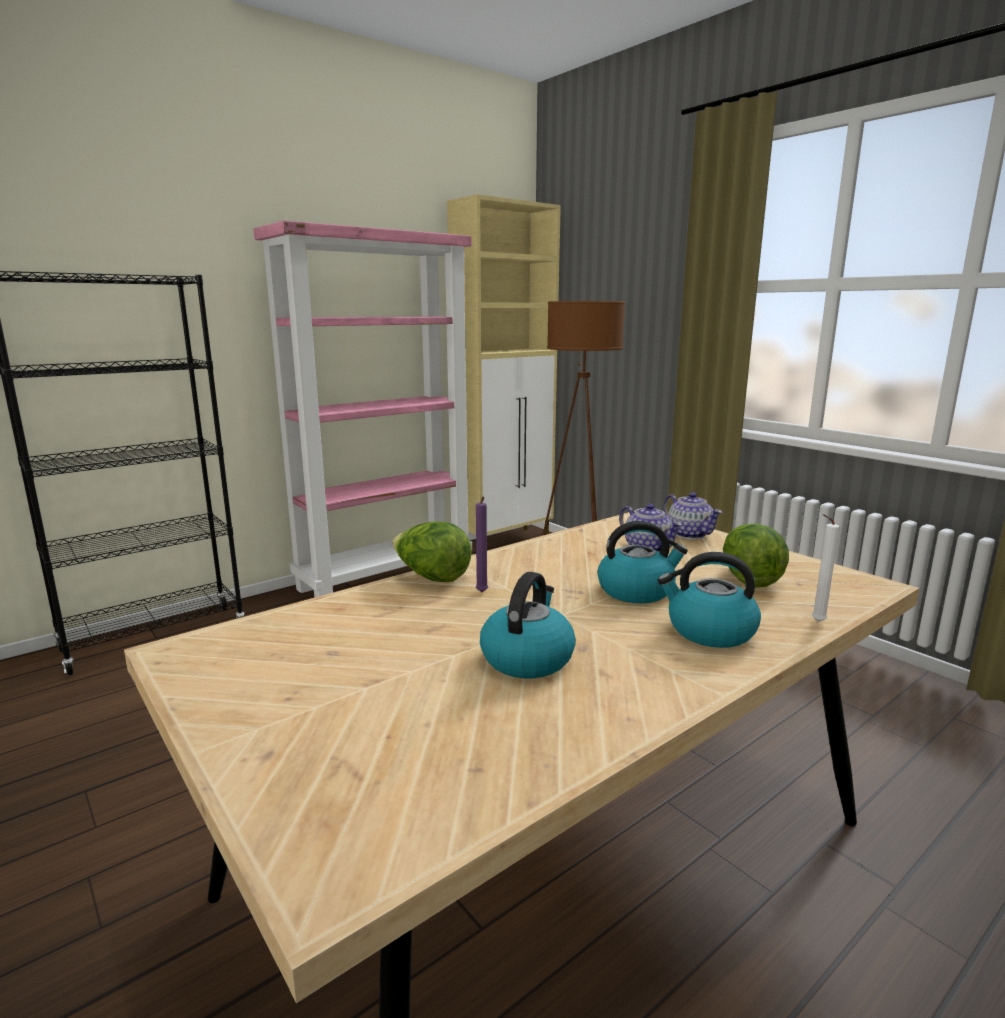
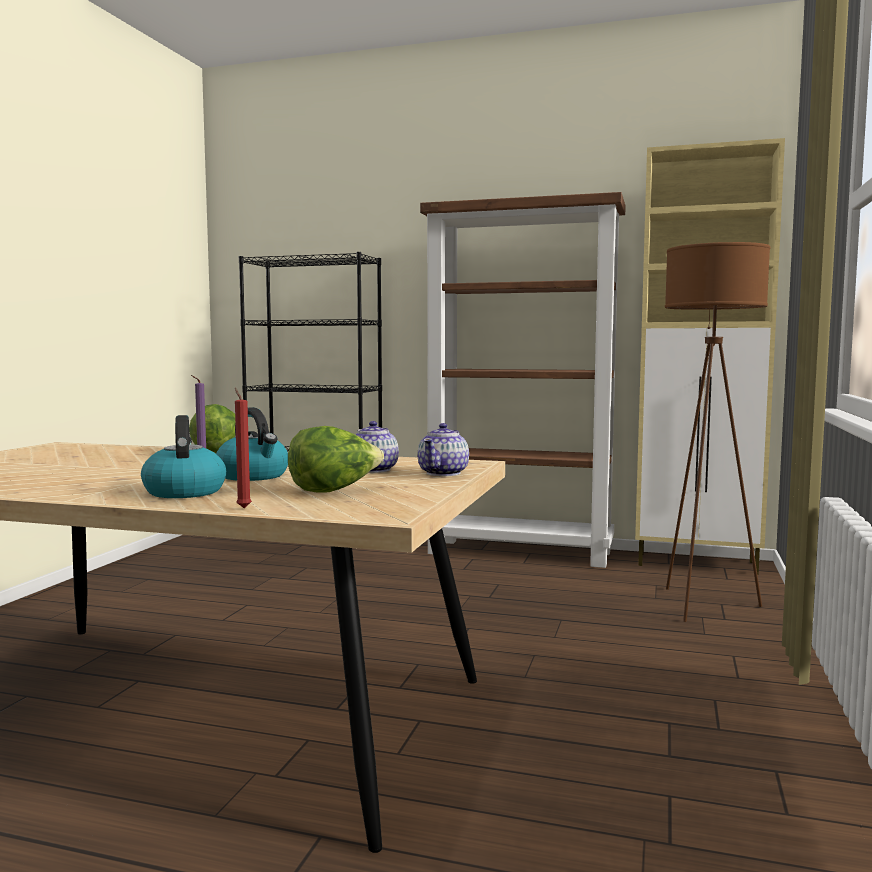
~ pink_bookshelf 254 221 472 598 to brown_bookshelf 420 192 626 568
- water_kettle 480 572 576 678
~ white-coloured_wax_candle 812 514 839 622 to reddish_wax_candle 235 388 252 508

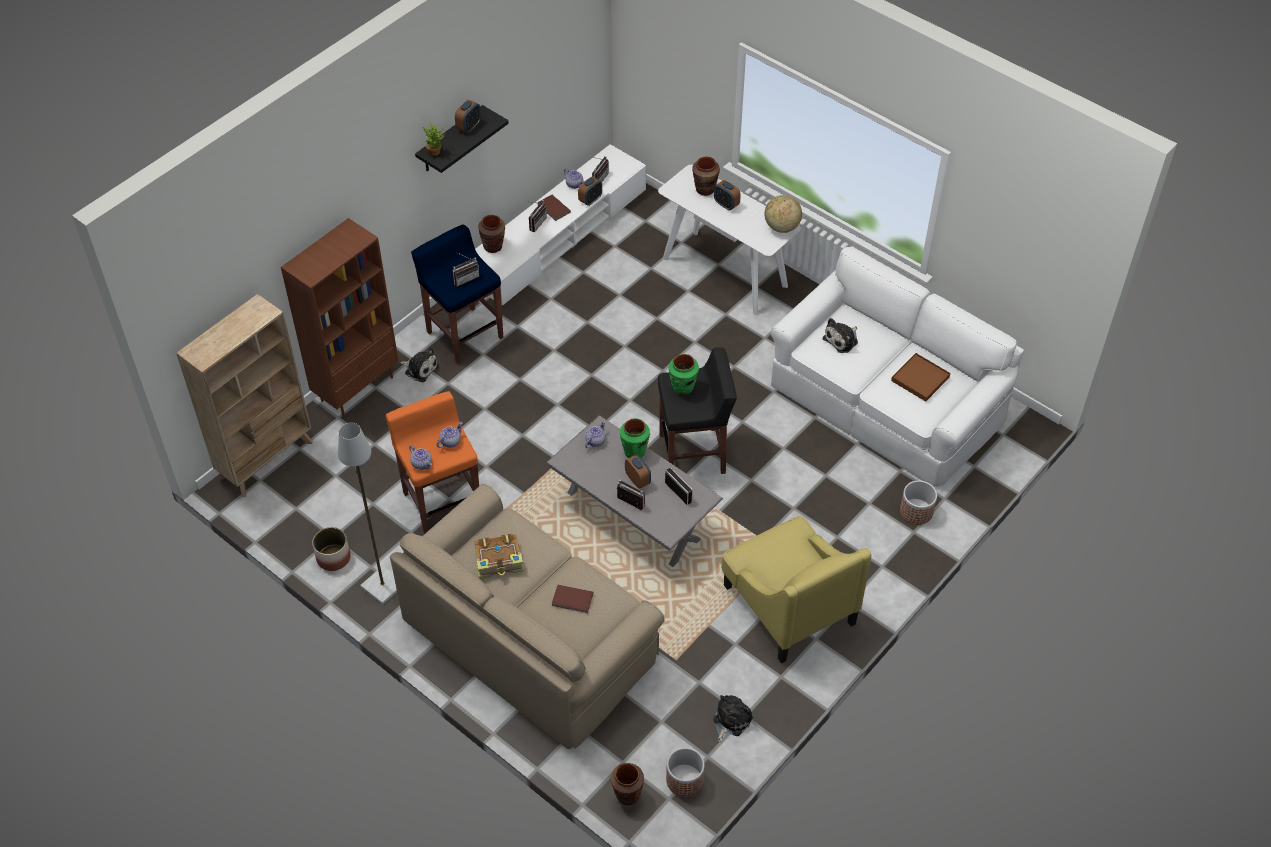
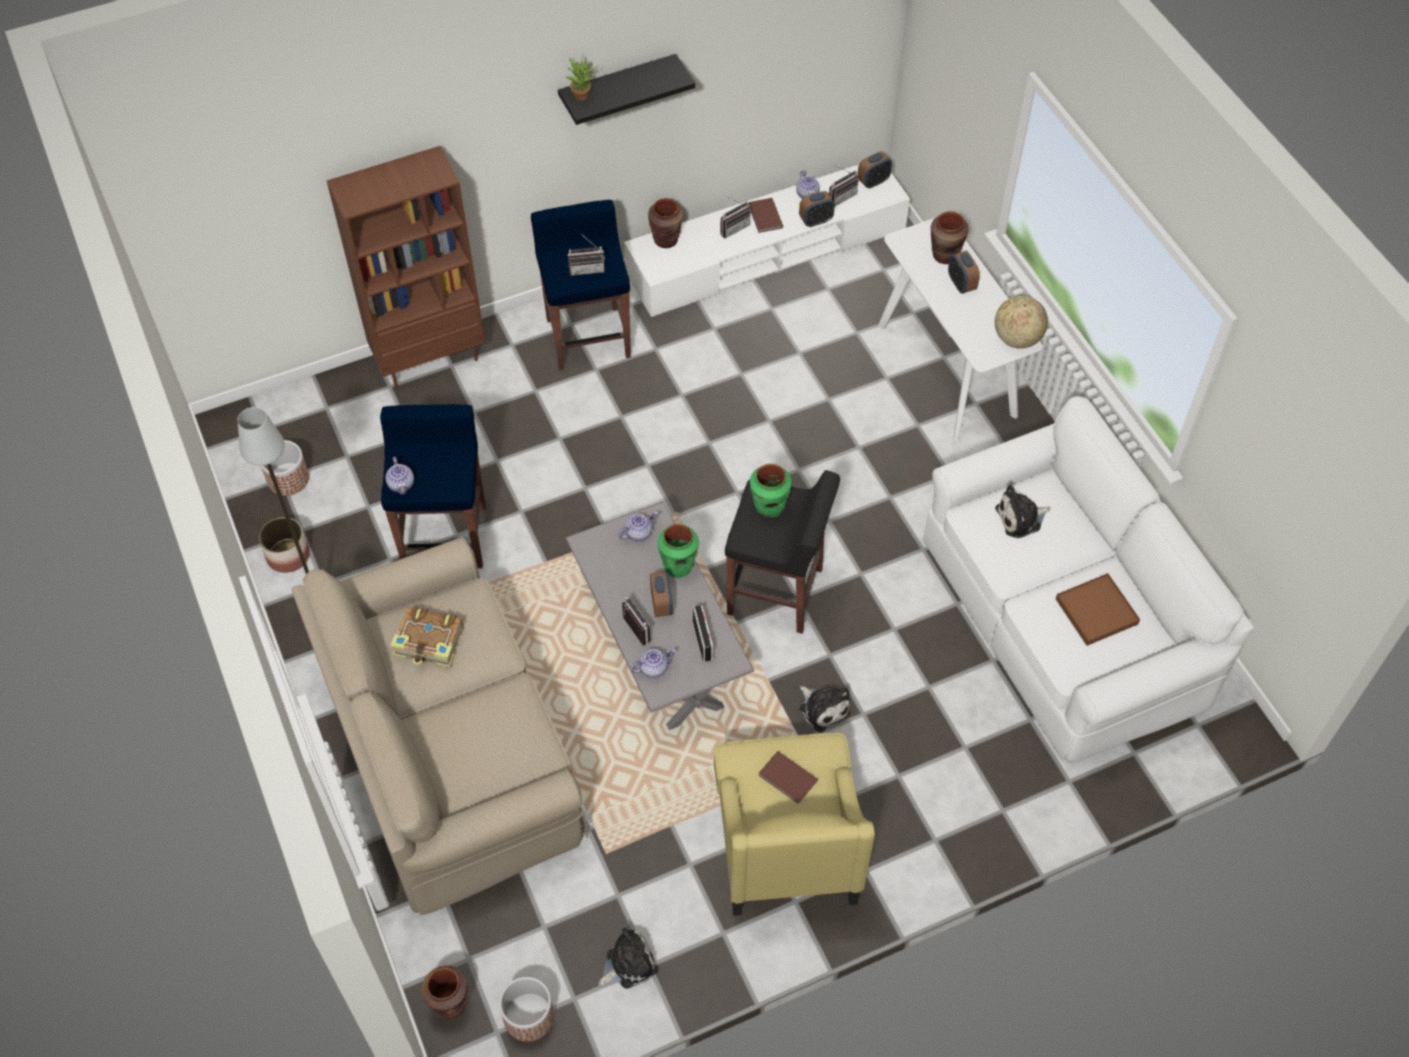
- sand-coloured_bookshelf 176 294 312 497
~ orange-coloured_sitting_stool 386 391 479 534 to blue-coloured_sitting_stool 380 404 486 568
~ plush_toy 400 347 439 382 to 800 686 851 733
~ teapot 436 422 463 448 to 630 649 676 678
~ alarm_clock 455 100 481 133 to 857 151 892 188
~ brown_volume 552 585 594 613 to 758 751 818 804
~ flower_pot 900 480 937 525 to 261 440 309 496

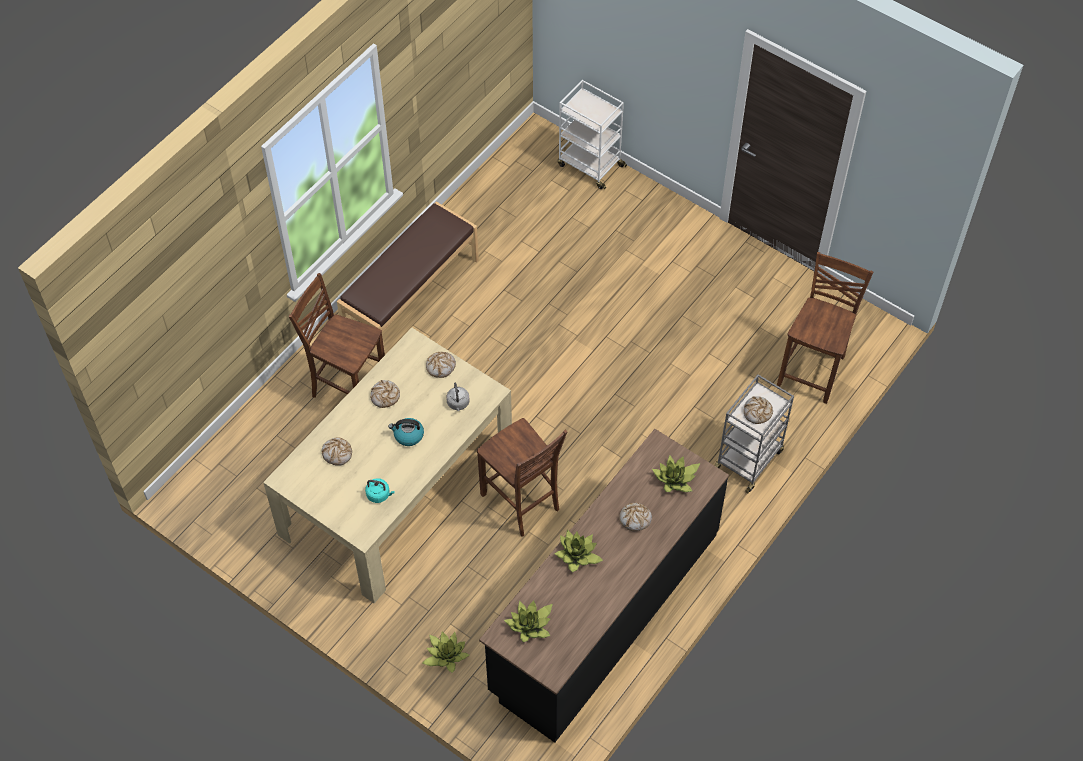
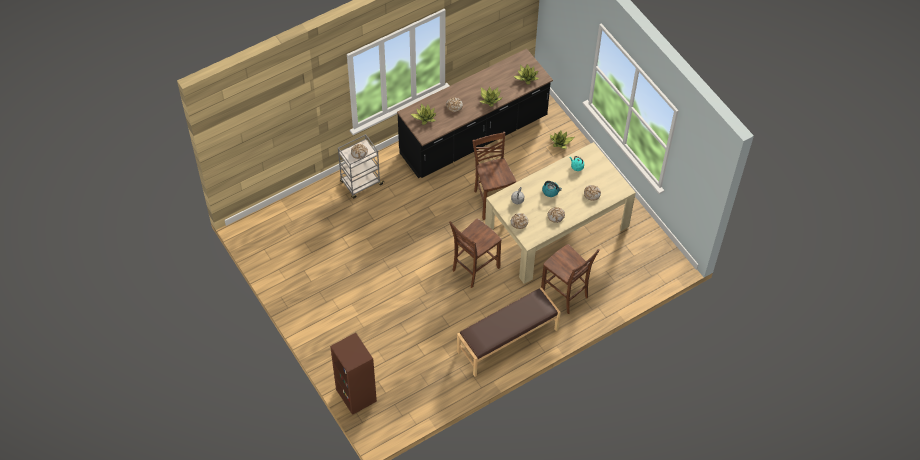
~ white-coloured_trolley 557 80 627 190 to brown_bookshelf 330 333 377 415
~ brown_upright_chair 777 252 873 404 to 449 219 502 288

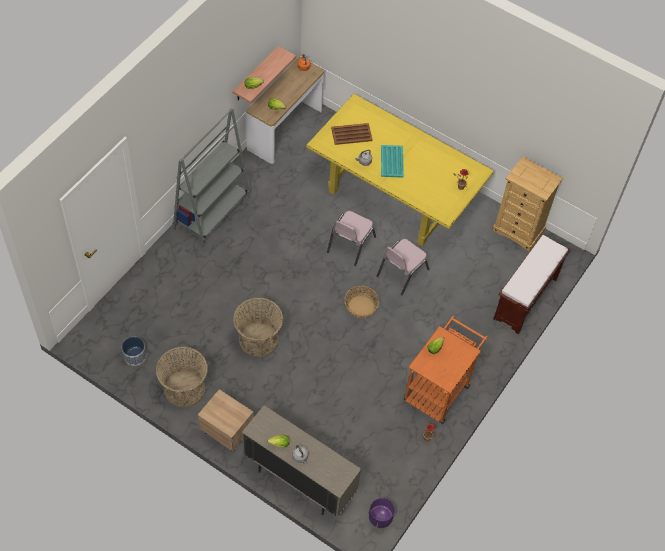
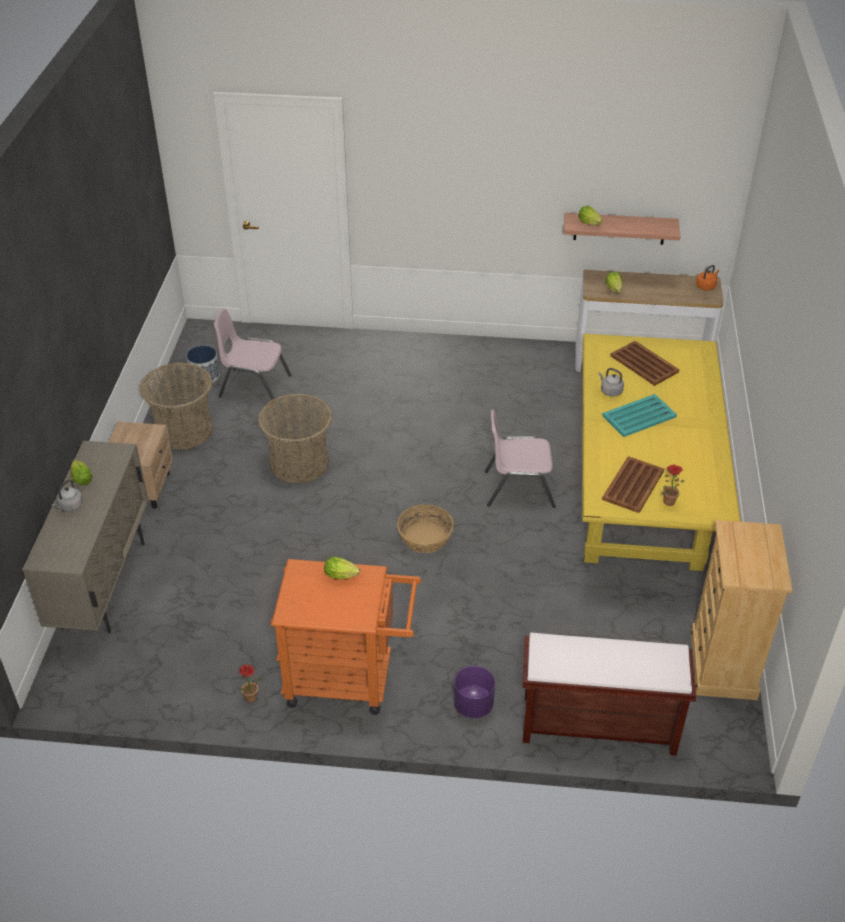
- gray_bookshelf 173 108 251 247
~ purple-coloured_flower_pot 369 498 395 528 to 454 666 495 718
~ pink_upright_chair 376 239 429 295 to 214 308 292 400
+ brown_carrying_tray 602 456 664 513

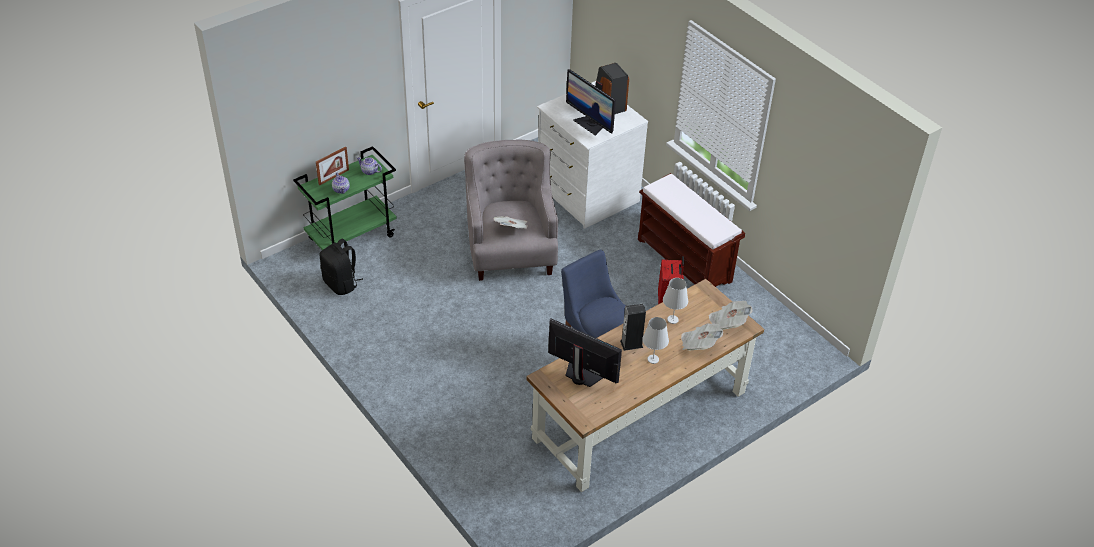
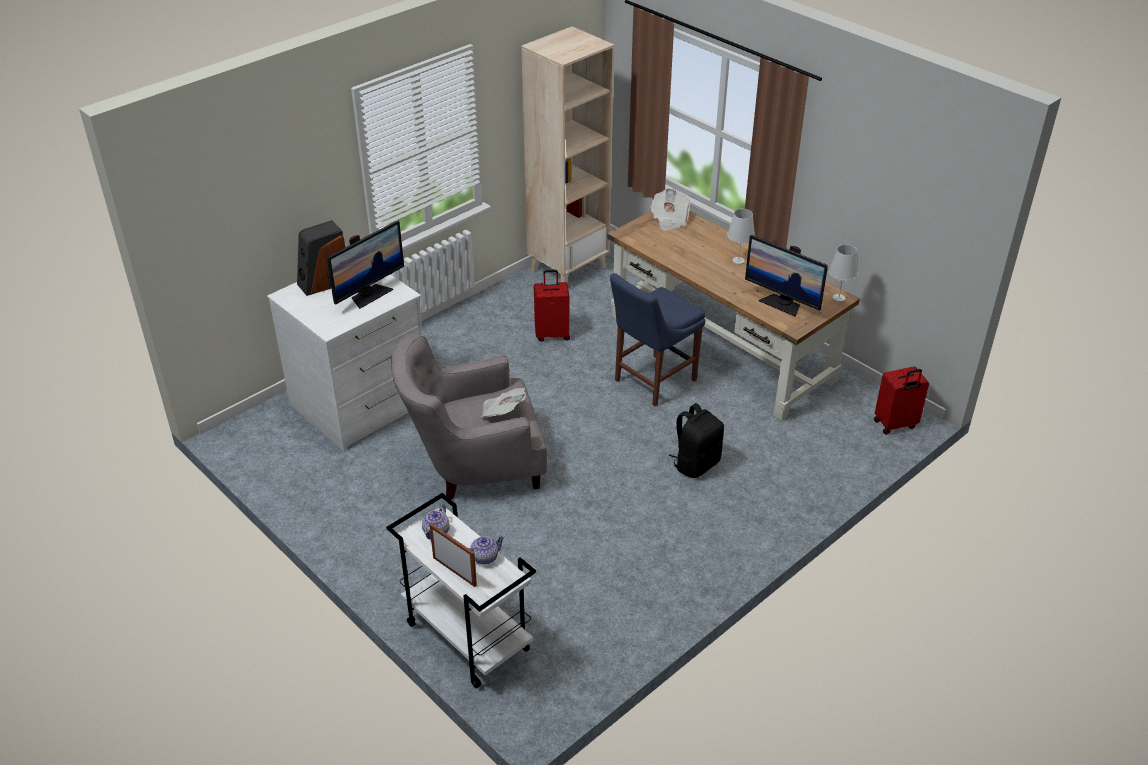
~ green-coloured_trolley 293 146 397 250 to white-coloured_trolley 386 493 536 688
~ black-coloured_knapsack 320 239 363 295 to 669 403 724 478
~ computer_display 548 318 622 387 = 745 235 828 317 75 degrees counterclockwise
- loudspeaker 620 304 646 351
- brown_bench 638 173 745 287
~ white-coloured_lamp_for_a_table 663 278 688 324 to 829 245 858 302
- printed_paper 681 323 723 350
+ sand-coloured_bookshelf 521 26 614 282
+ reddish_travel_case 874 366 929 435

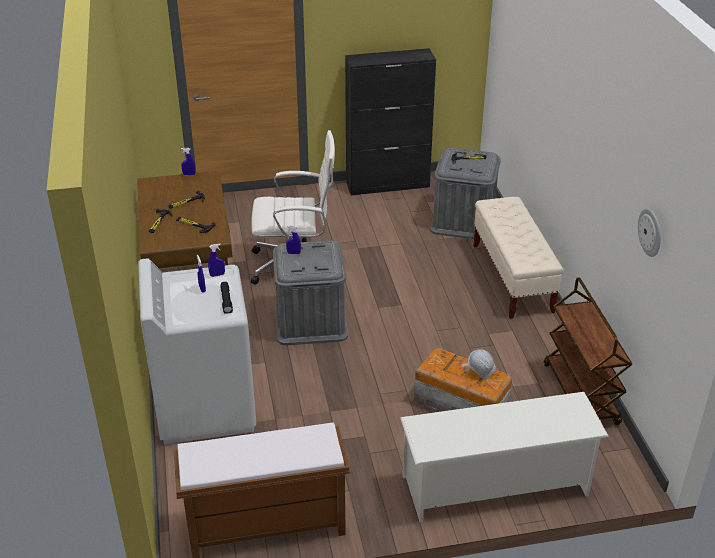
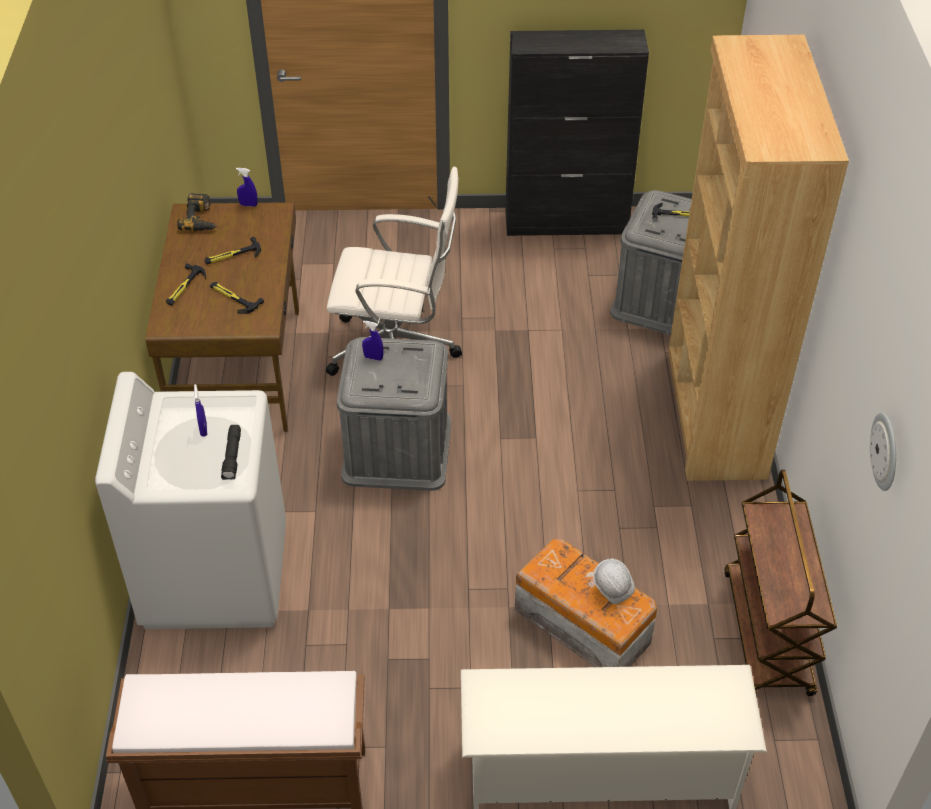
- blue-coloured_hand_sprayer 208 244 225 277
~ sand-coloured_bench 473 197 564 319 to brown_bookshelf 668 35 849 481
+ electric_drill 177 193 218 231

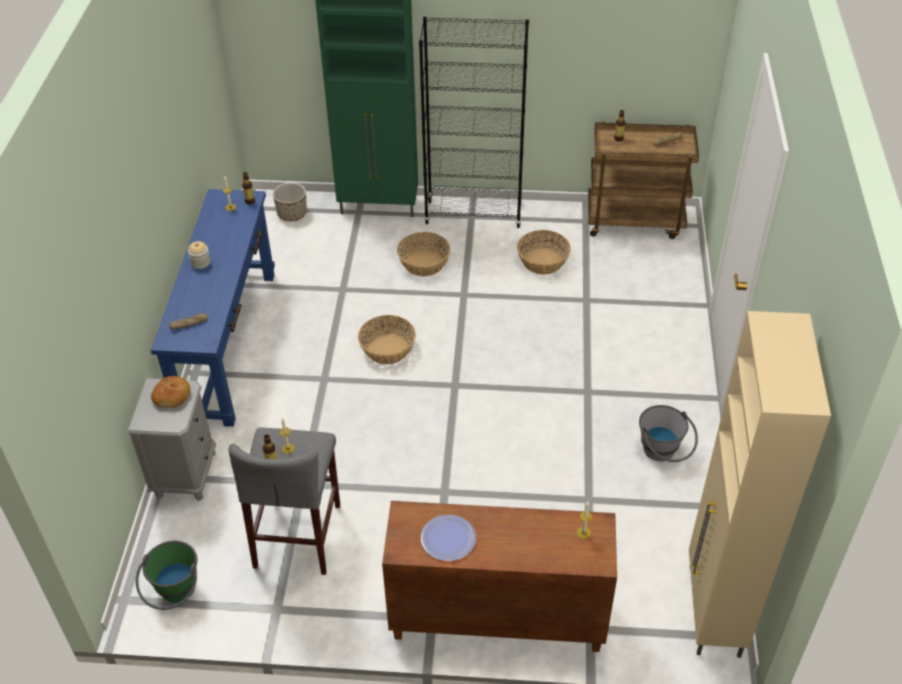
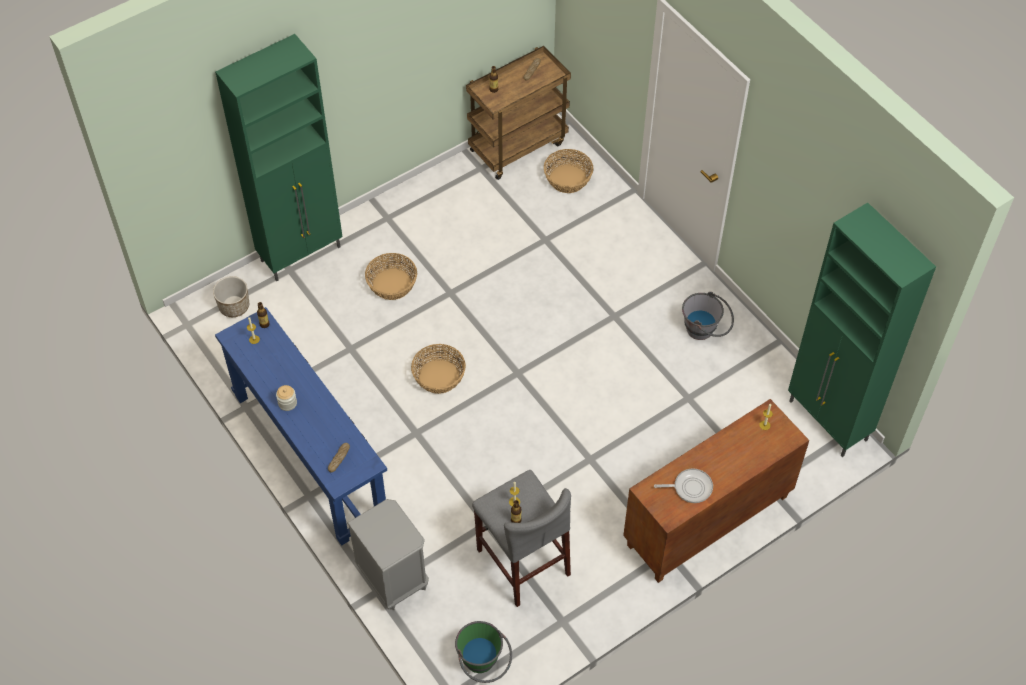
- bakery_bread 151 376 190 408
- black-coloured_bookshelf 419 16 529 228
~ flat_dish 421 515 476 561 to skillet 654 469 713 503
~ household_basket 517 230 571 275 to 544 149 593 193
~ sand-coloured_cupboard 689 311 831 658 to green-coloured_cupboard 788 202 936 457

